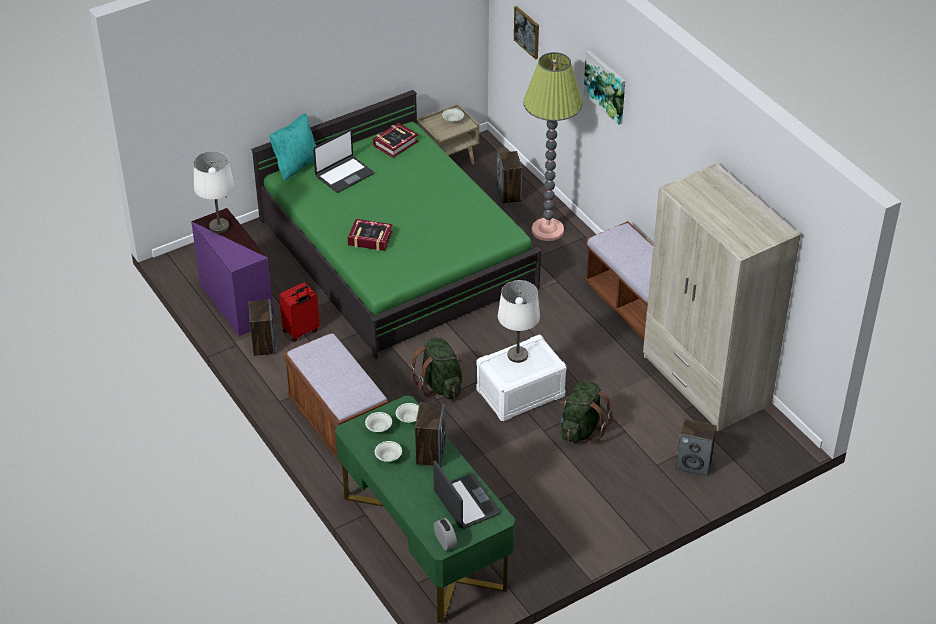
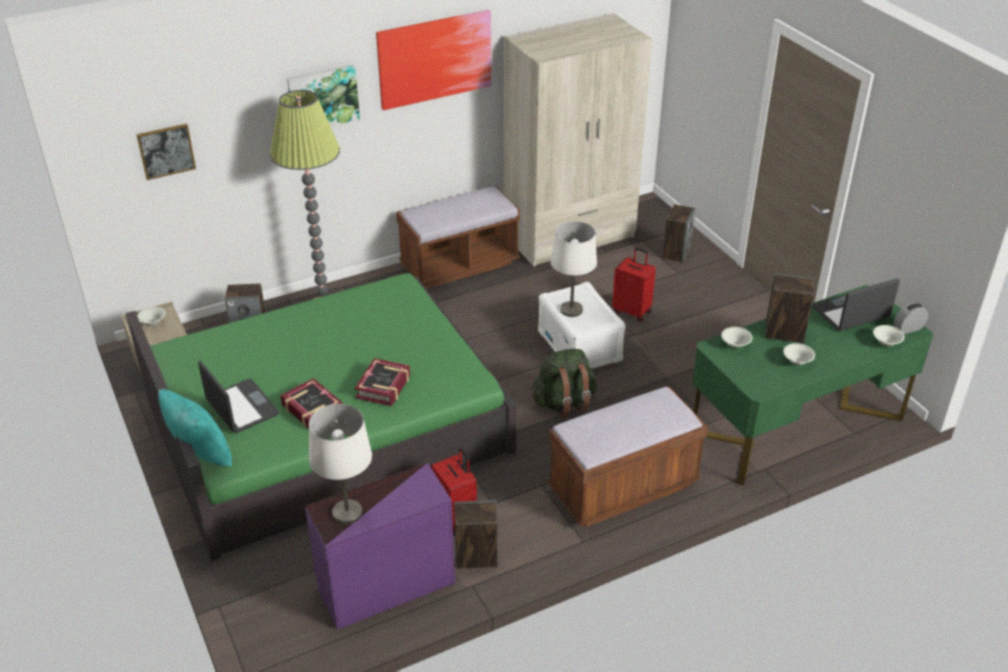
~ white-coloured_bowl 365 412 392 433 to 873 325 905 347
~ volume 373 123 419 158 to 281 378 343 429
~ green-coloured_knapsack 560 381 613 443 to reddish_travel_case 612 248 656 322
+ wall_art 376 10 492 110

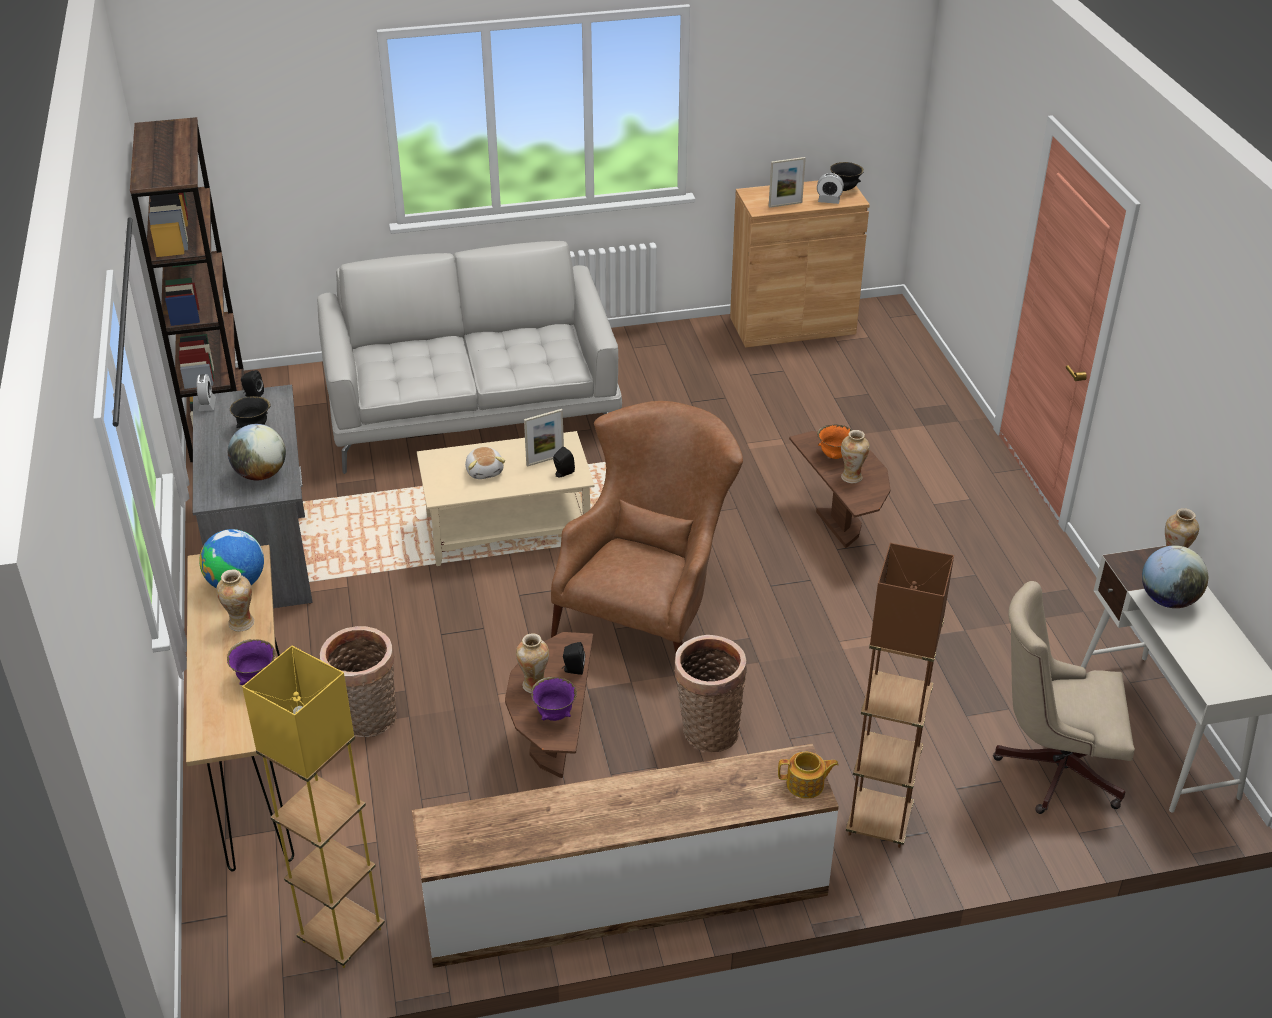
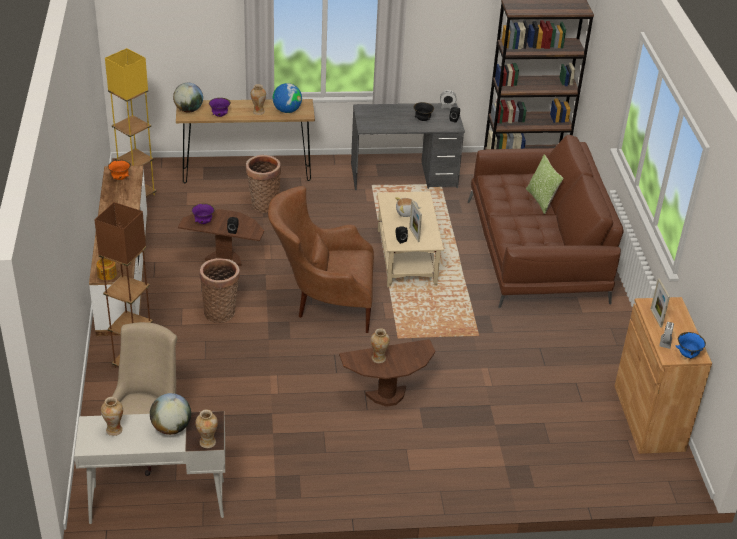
~ world_globe 228 424 286 480 to 173 83 203 113
~ gray_couch 317 241 622 474 to brown_couch 468 135 624 308
~ flower_vase 516 633 549 693 to 101 397 123 436
~ brown_armchair 551 401 743 654 = 268 186 374 333 150 degrees clockwise
~ orange-coloured_bowl 817 425 852 459 to 108 160 131 180
~ black-coloured_bowl 830 162 864 191 to blue-coloured_bowl 675 332 706 359
+ pillow 526 154 564 214

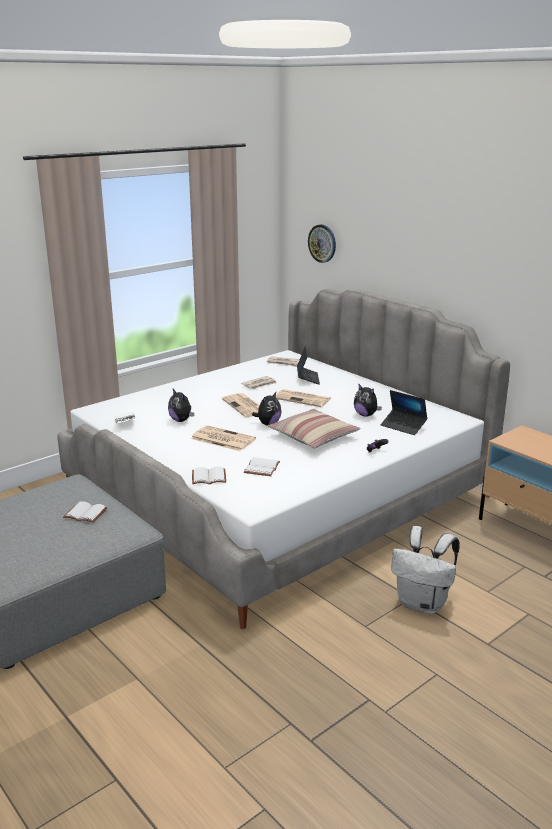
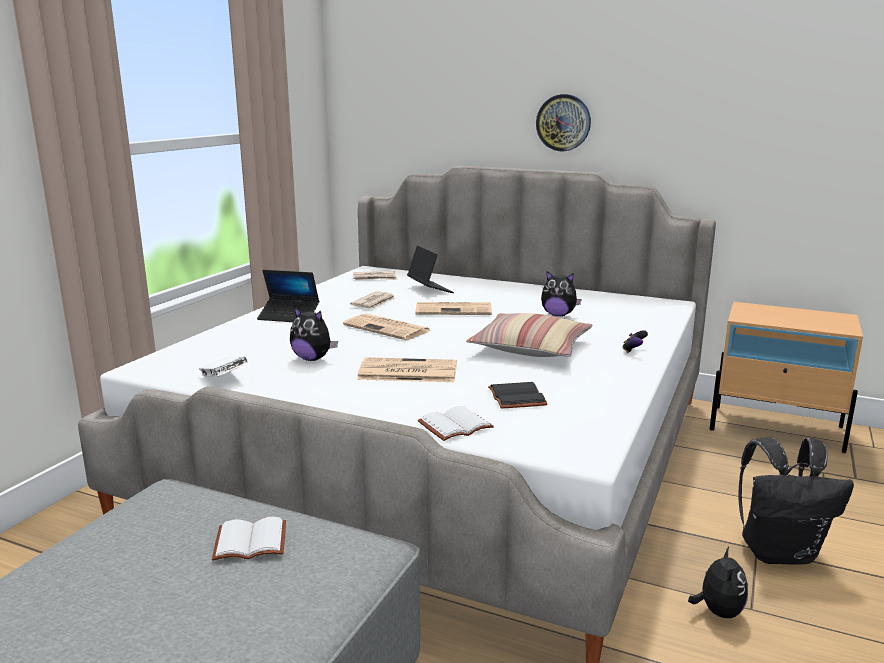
~ white-coloured_volume 244 457 280 476 to black-coloured_volume 488 382 548 409
~ plush_toy 252 392 282 426 to 688 547 748 618
~ wall_clock 308 224 336 263 to 536 94 591 151
~ portable_computer 381 390 427 435 to 257 270 319 322
~ white-coloured_knapsack 391 526 459 614 to black-coloured_knapsack 738 437 854 565

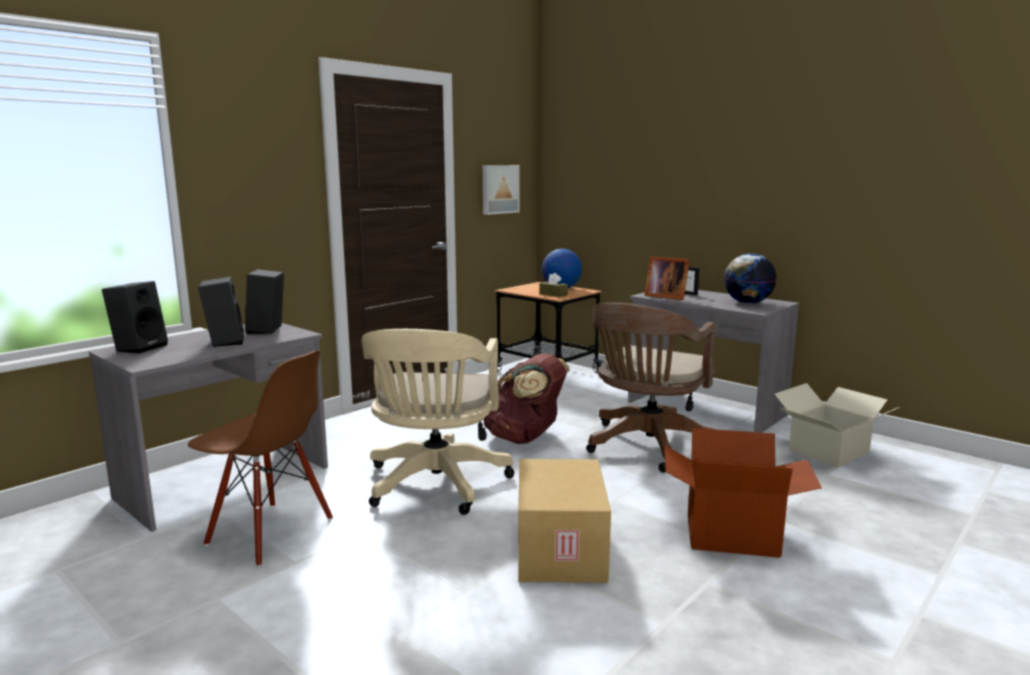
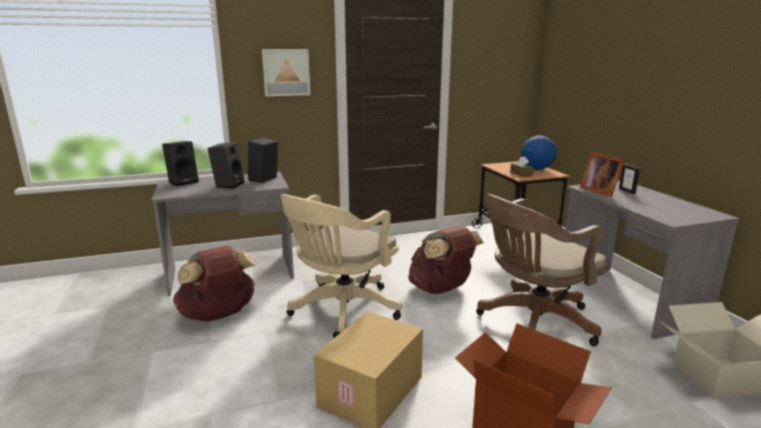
~ brown_upright_chair 188 351 333 567 to brown_knapsack 173 245 256 322
~ wall_art 483 165 520 215 to 262 49 310 96
- world_globe 724 254 777 304

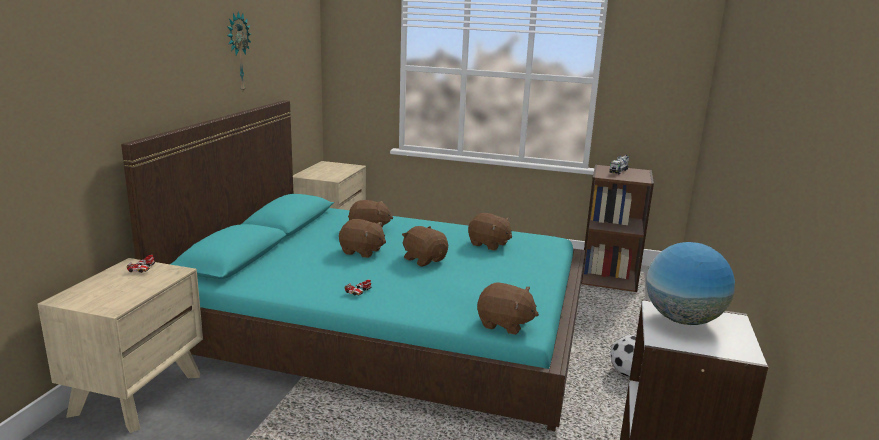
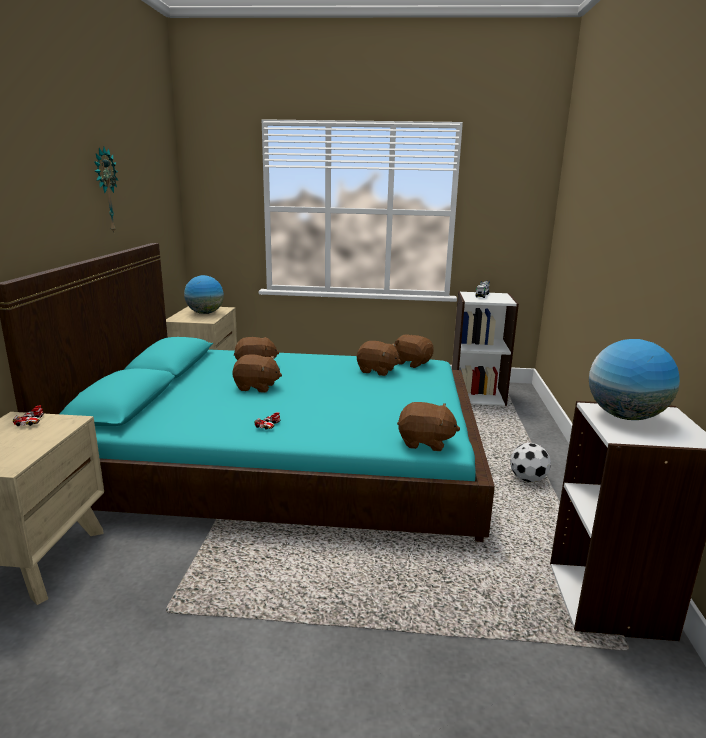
~ brown_plush_toy 402 226 448 266 to 395 334 434 368
~ brown_bookshelf 581 164 654 292 to white-coloured_bookshelf 452 291 519 406
+ world_globe 184 275 224 314

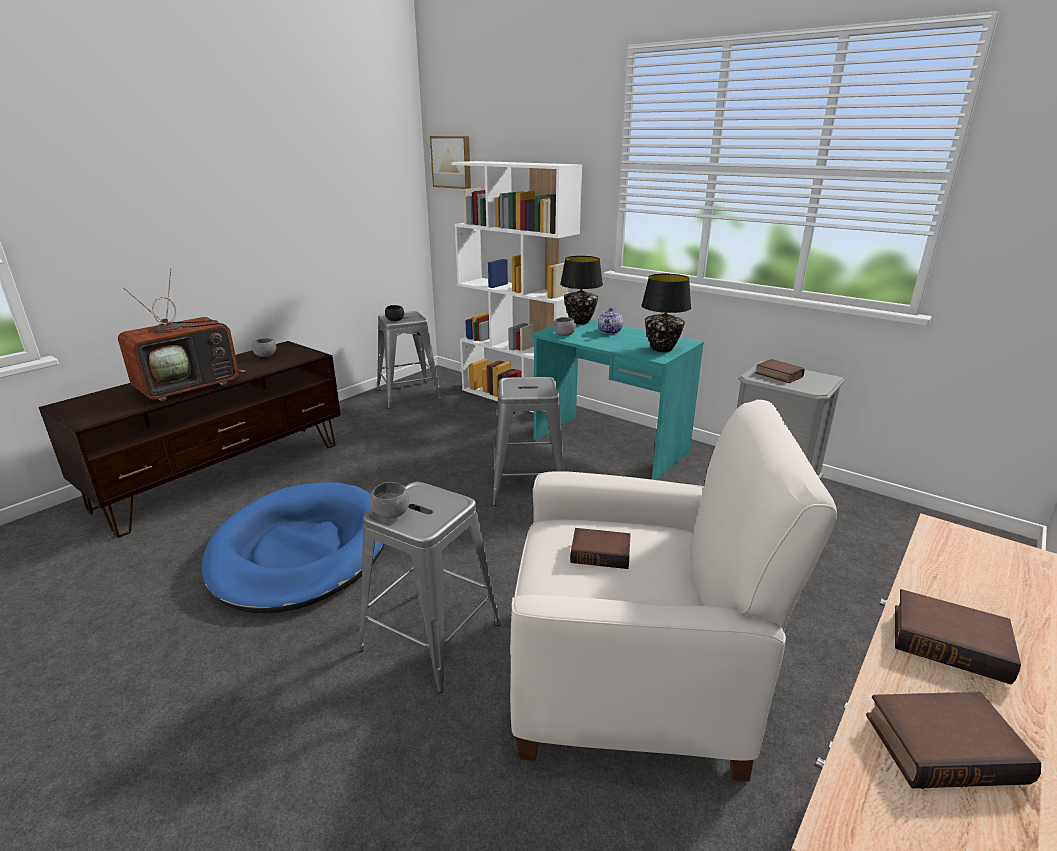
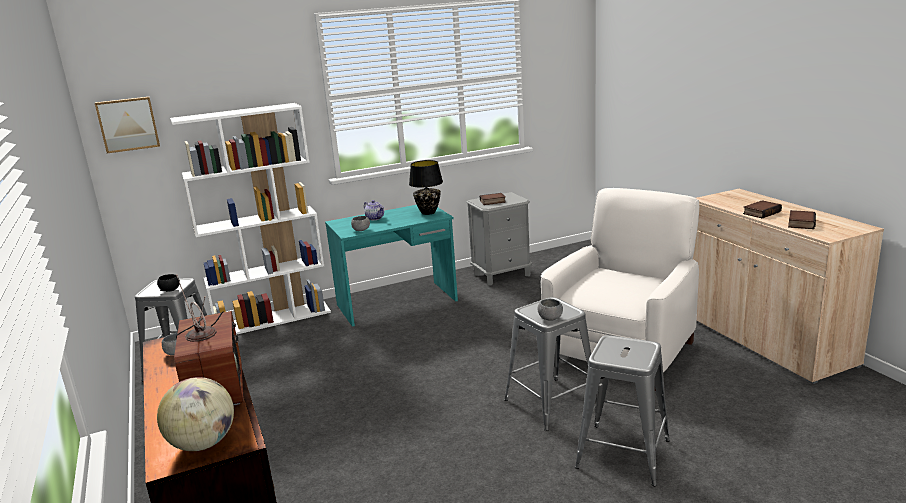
- blue-coloured_pet_bed 202 483 384 613
~ gray_sitting_stool 492 377 565 506 to 575 335 670 486
- black-coloured_lamp_for_a_table 560 256 603 324
- volume 570 528 630 569
+ world_globe 157 377 234 451

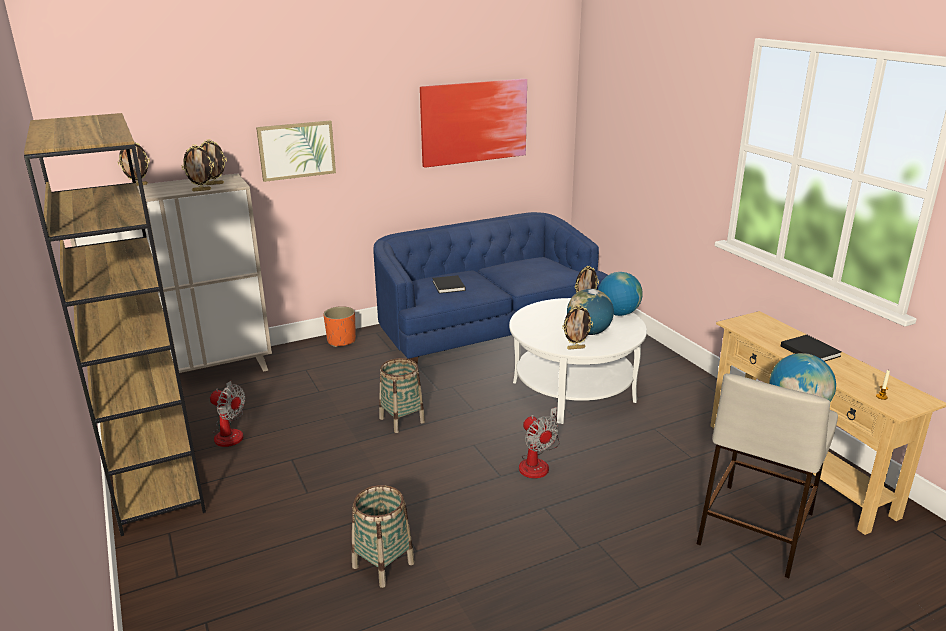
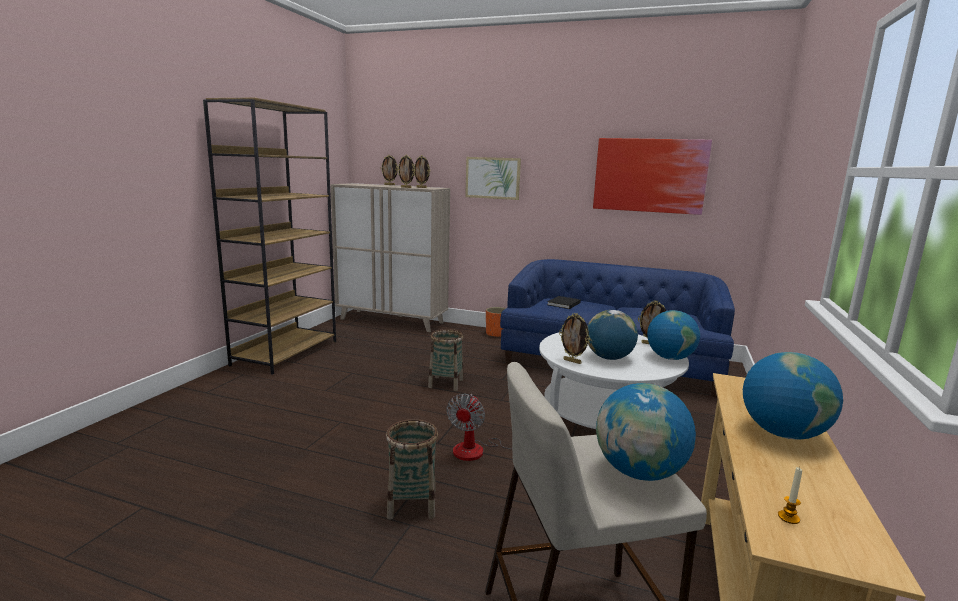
- fan 210 381 245 447
~ household_basket 352 485 415 588 to 386 419 438 520
~ black-coloured_volume 781 335 842 361 to world_globe 743 352 843 440

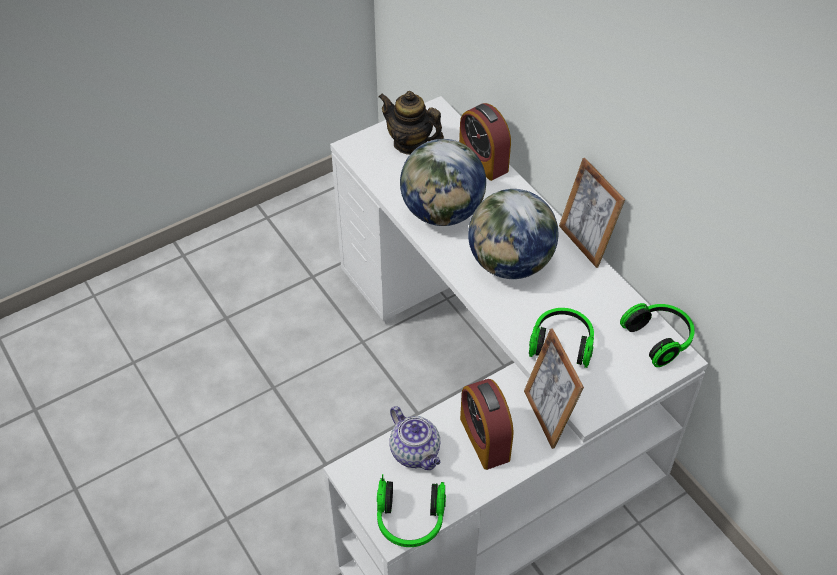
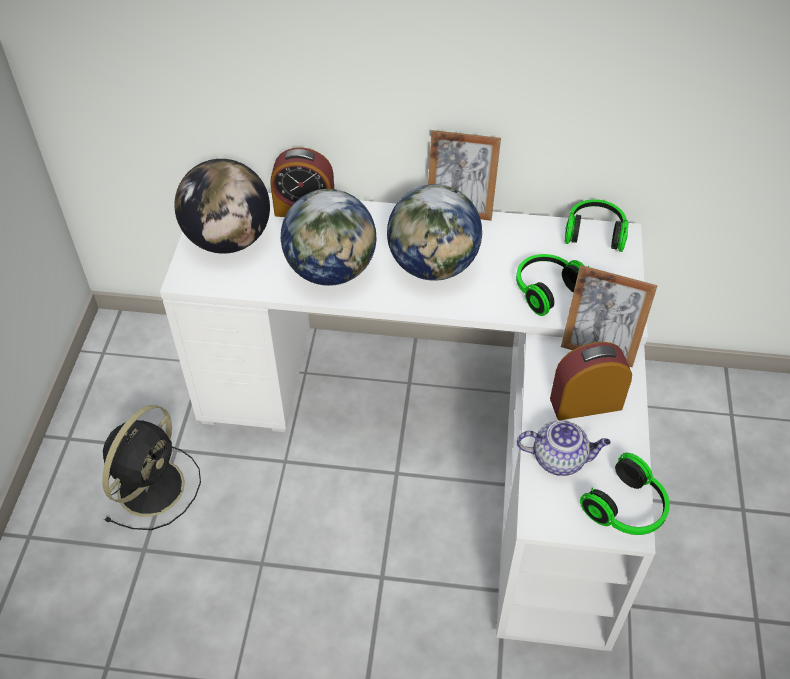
~ teapot 378 91 444 155 to world_globe 174 159 270 254
~ alarm_clock 460 379 513 470 = 550 342 632 420 150 degrees clockwise
+ black-coloured_fan 102 405 201 530

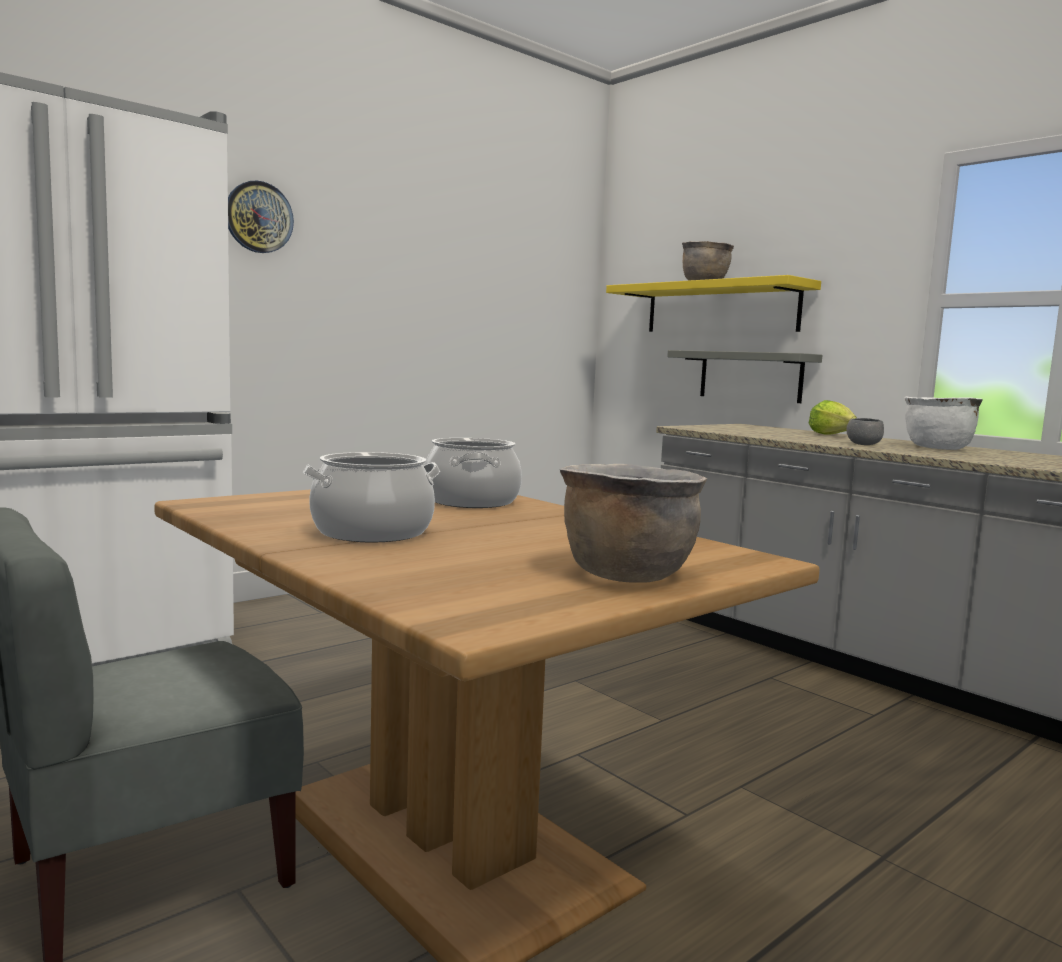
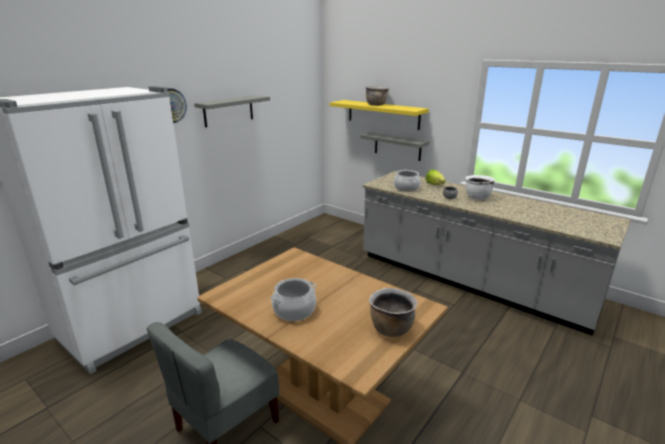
~ cooking_pot 424 438 522 508 to 394 170 420 192
+ gray_wall_shelf 194 95 270 127

